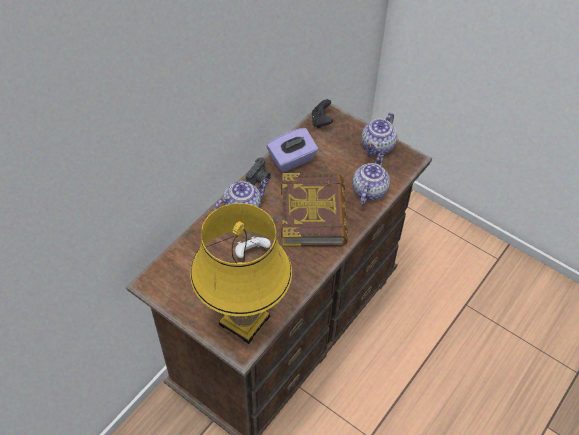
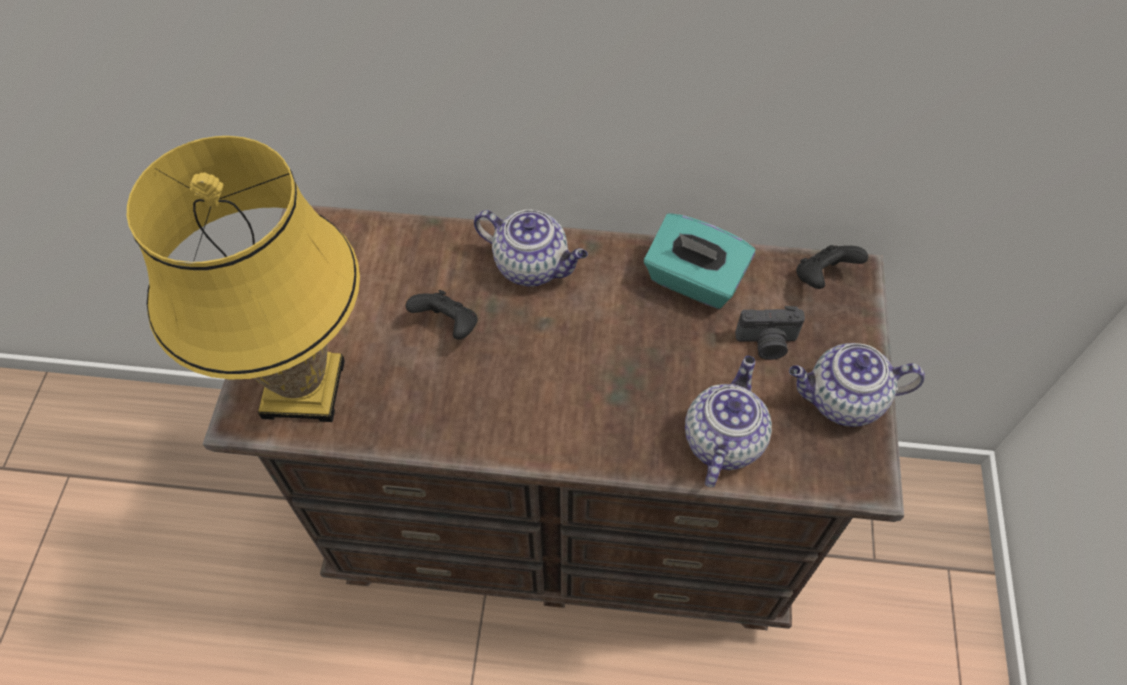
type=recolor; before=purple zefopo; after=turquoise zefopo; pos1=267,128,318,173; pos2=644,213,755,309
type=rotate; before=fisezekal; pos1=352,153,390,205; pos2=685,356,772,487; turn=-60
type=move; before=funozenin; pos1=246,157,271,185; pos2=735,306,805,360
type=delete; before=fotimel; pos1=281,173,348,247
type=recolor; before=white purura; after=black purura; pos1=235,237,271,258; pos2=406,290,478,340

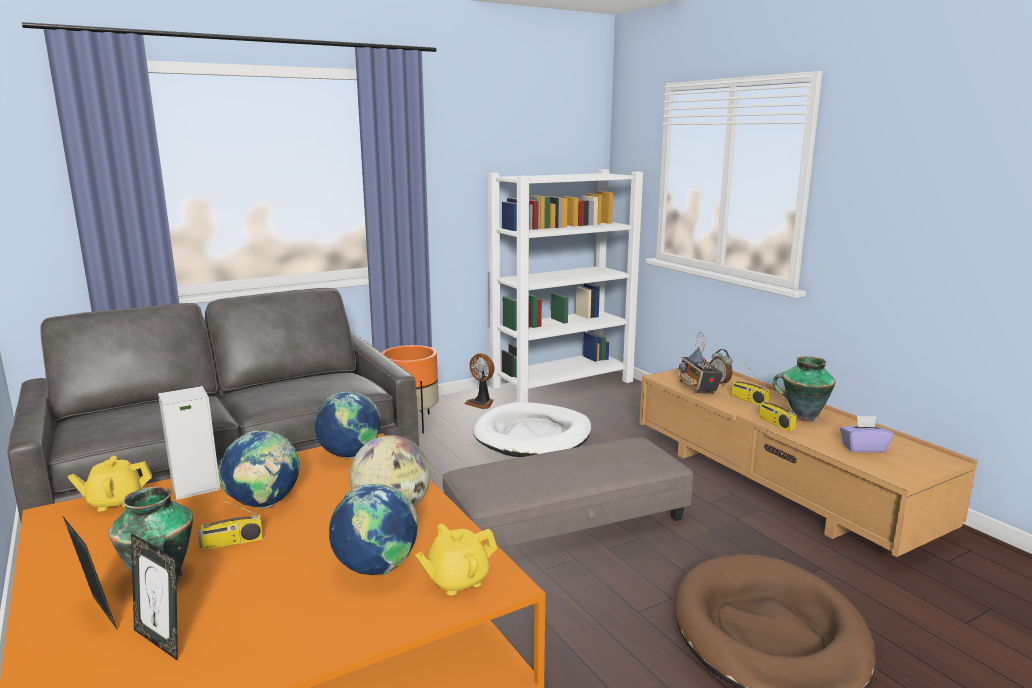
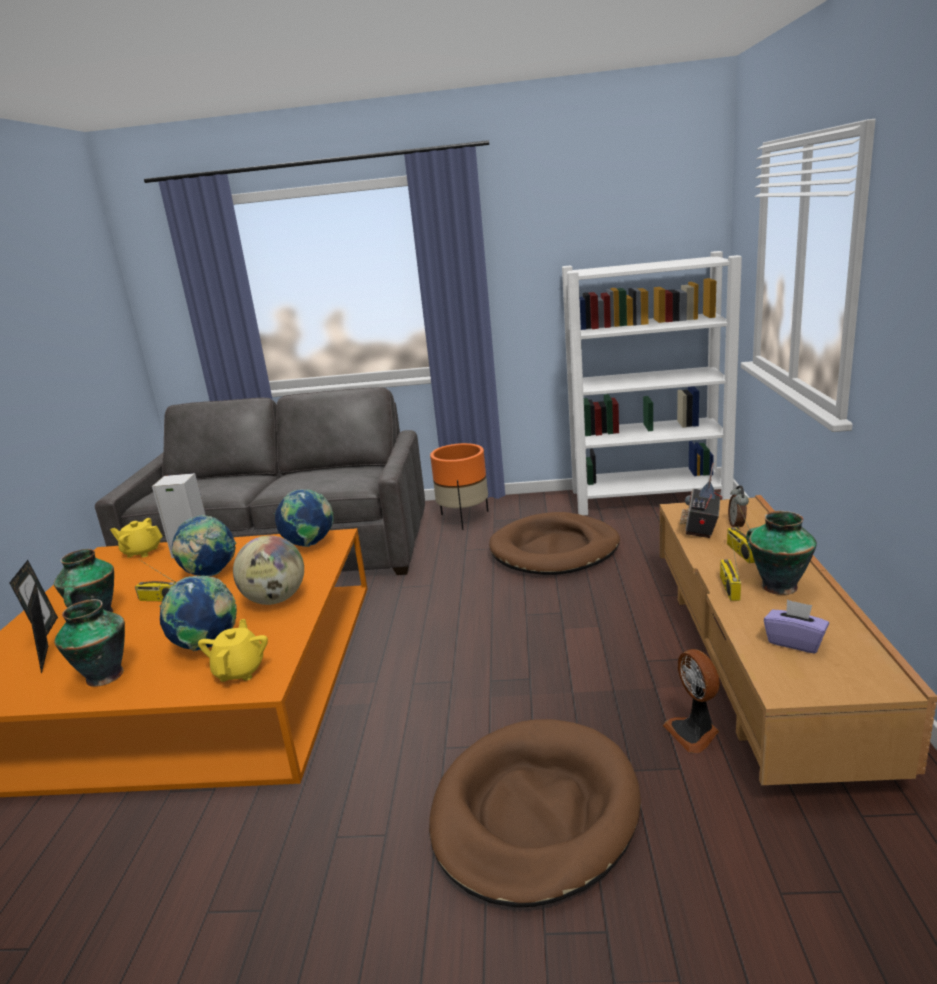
type=move; before=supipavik; pos1=464,353,494,409; pos2=663,649,720,753
type=recolor; before=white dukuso; after=brown dukuso; pos1=473,402,591,457; pos2=489,512,620,575
type=delete; before=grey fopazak; pos1=443,437,693,548
type=rotate; before=yellow fisezekal; pos1=415,524,497,595; pos2=198,619,268,682; turn=90
type=insert; after=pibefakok; pos2=54,599,125,687

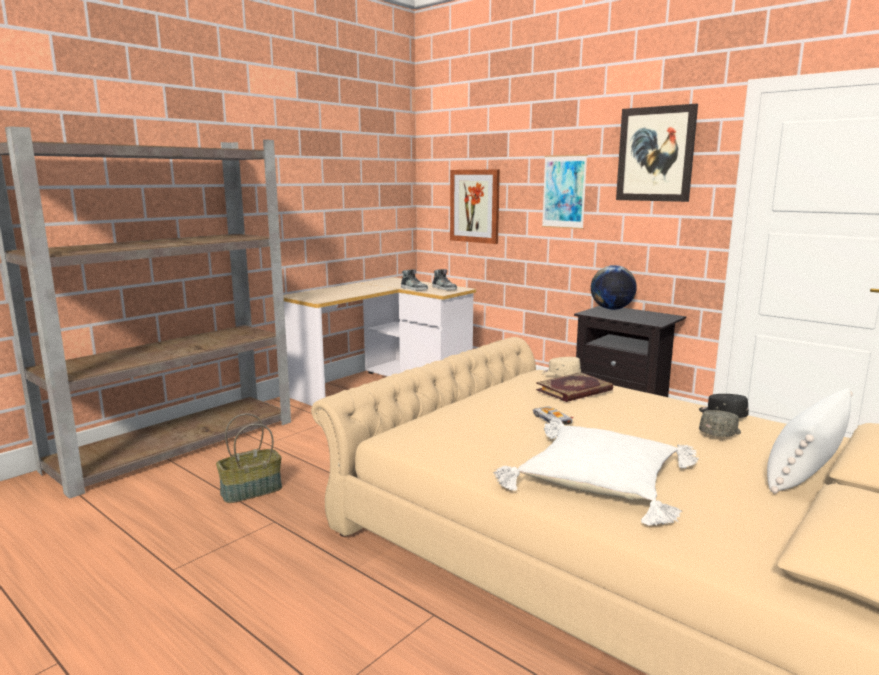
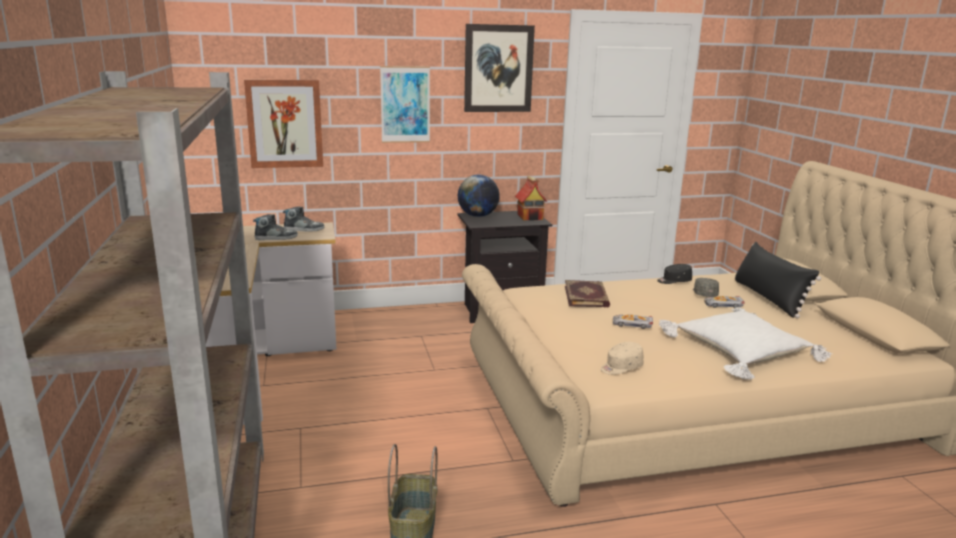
type=move; before=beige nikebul; pos1=542,357,581,376; pos2=600,342,644,375
type=recolor; before=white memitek; after=black memitek; pos1=767,388,853,494; pos2=735,242,821,318
type=insert; after=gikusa; pos2=515,176,547,221
type=insert; after=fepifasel; pos2=704,296,745,308

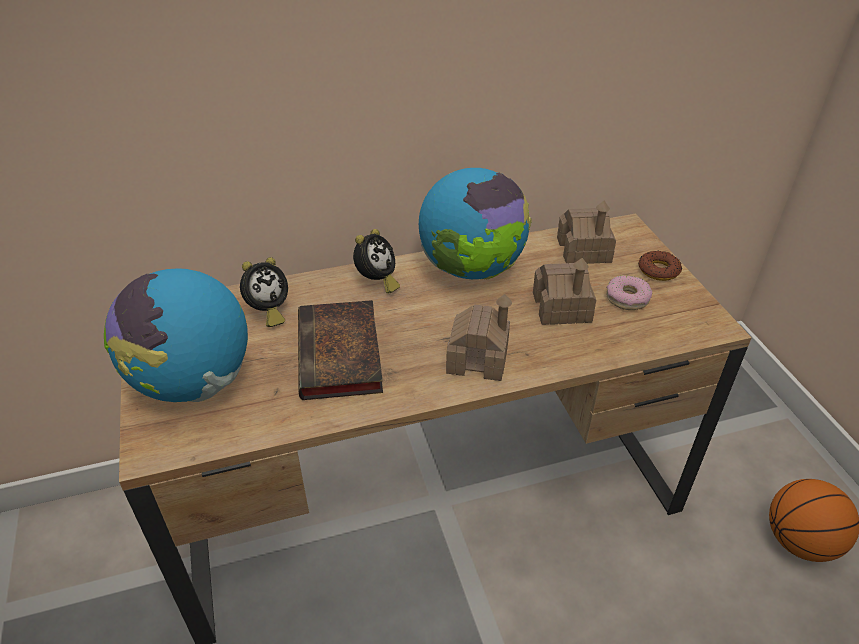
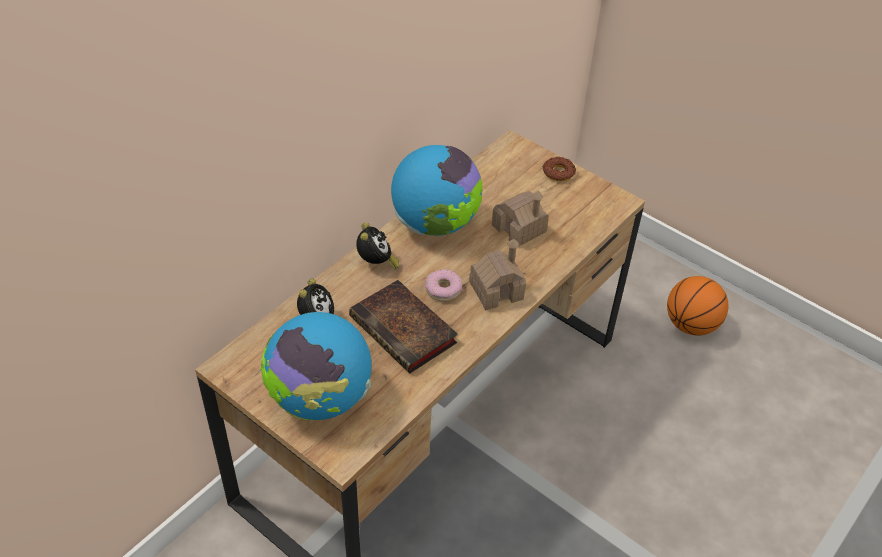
type=delete; before=gikusa; pos1=557,201,616,264
type=move; before=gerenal; pos1=606,275,652,310; pos2=425,269,462,301

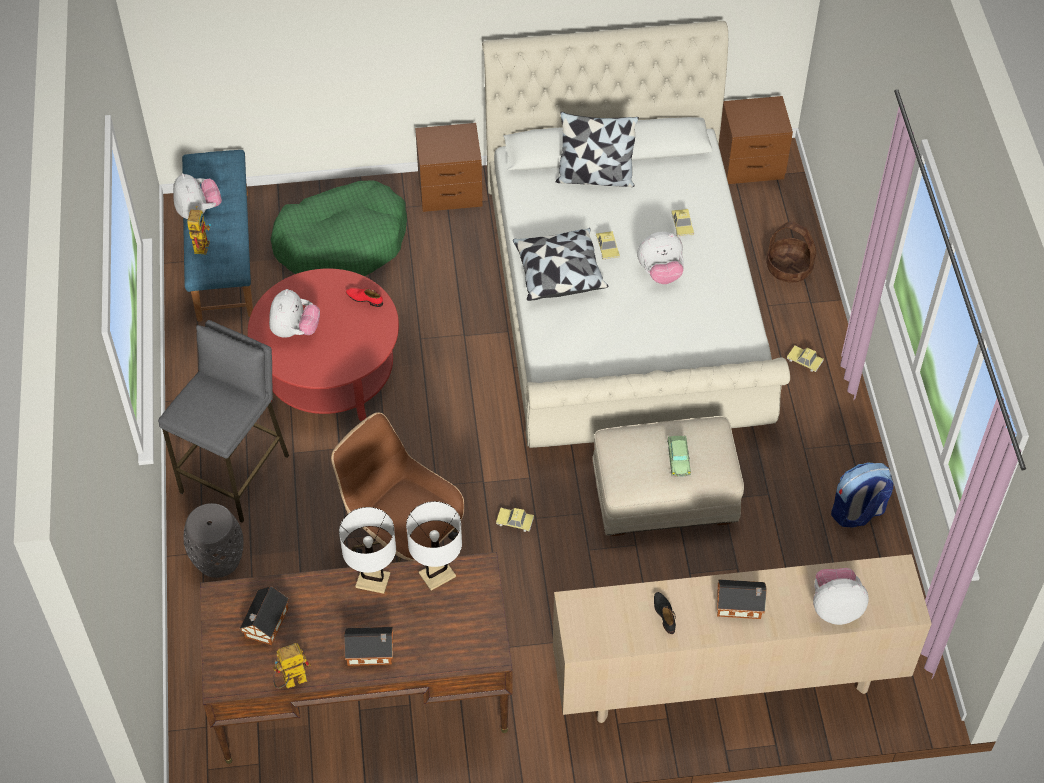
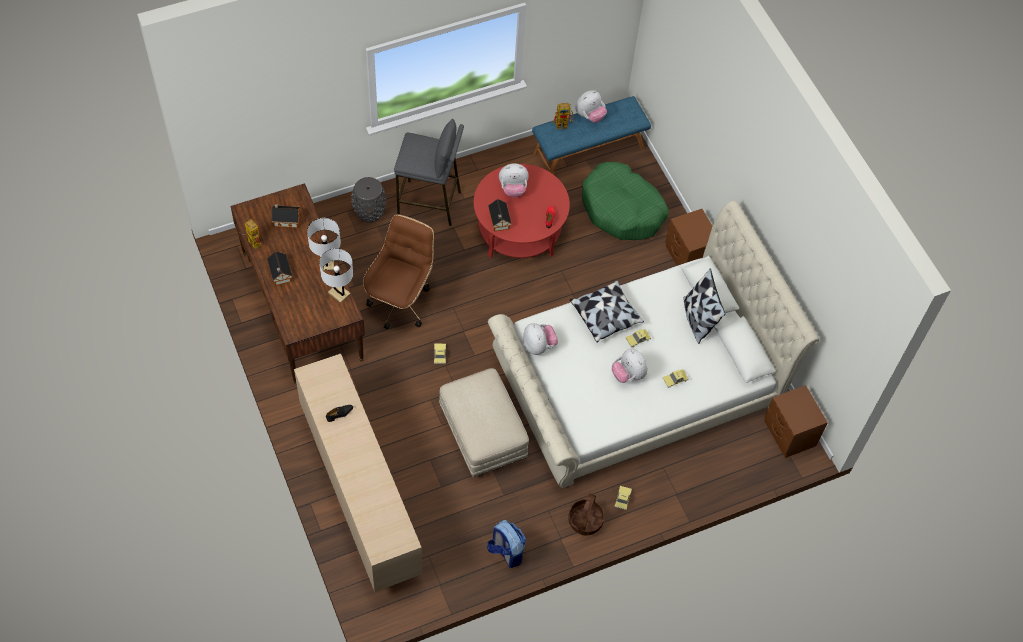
type=move; before=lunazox; pos1=766,221,816,283; pos2=568,494,604,535
type=delete; before=fepifasel; pos1=667,435,691,477
type=move; before=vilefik; pos1=813,568,869,625; pos2=523,323,558,355
type=move; before=gikusa; pos1=717,579,767,619; pos2=488,199,512,232

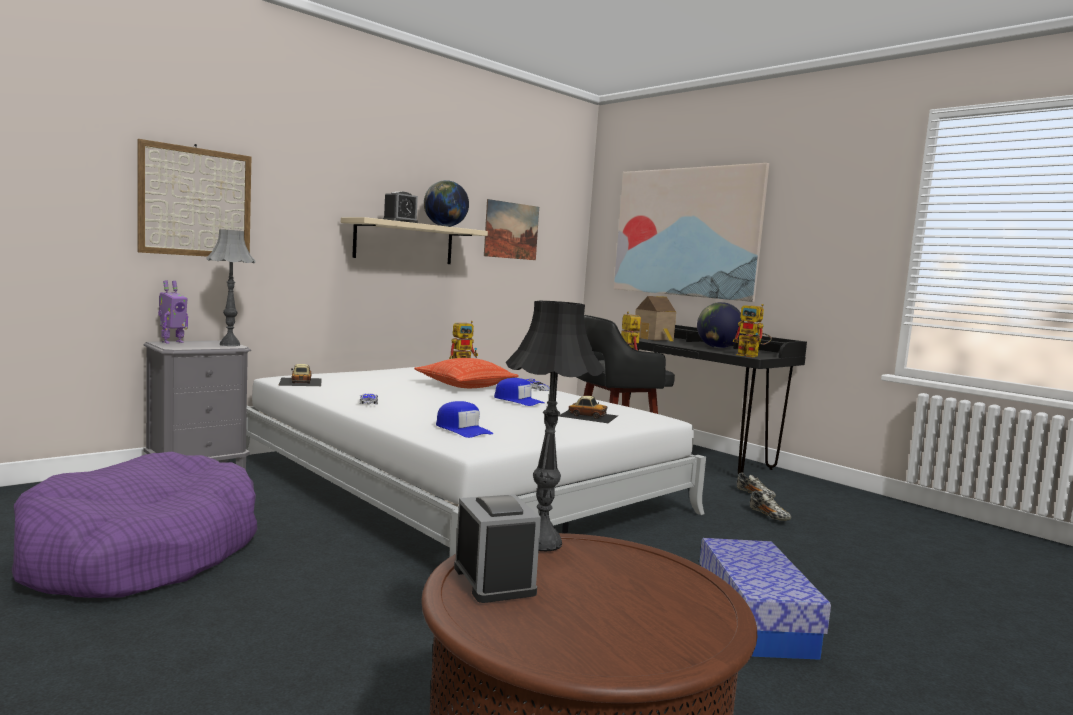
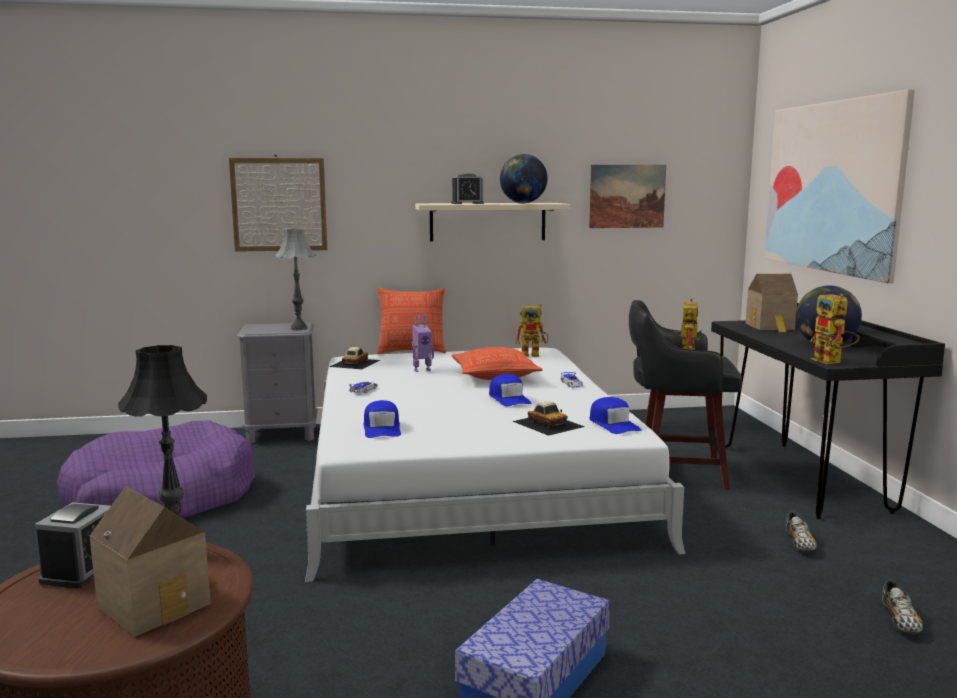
type=move; before=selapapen; pos1=158,281,188,344; pos2=412,315,434,372
type=move; before=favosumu; pos1=750,491,791,521; pos2=882,580,923,634
type=insert; after=orange memitek; pos2=377,288,446,354
type=insert; after=blue nikebul; pos2=590,397,642,434
type=insert; after=gikusa; pos2=89,486,218,637

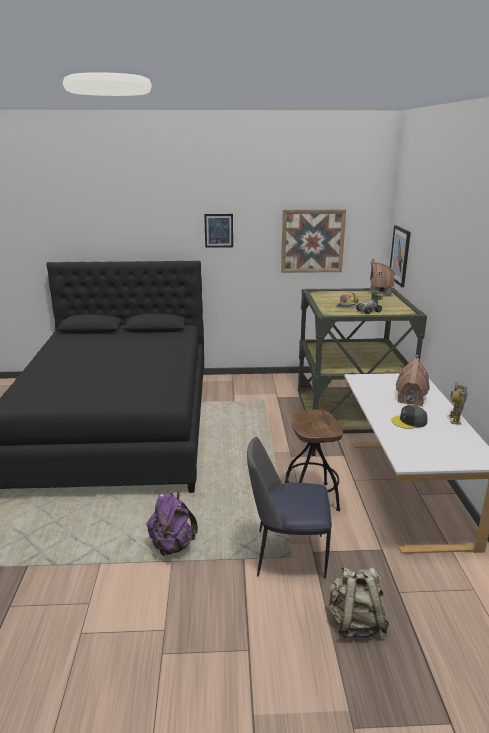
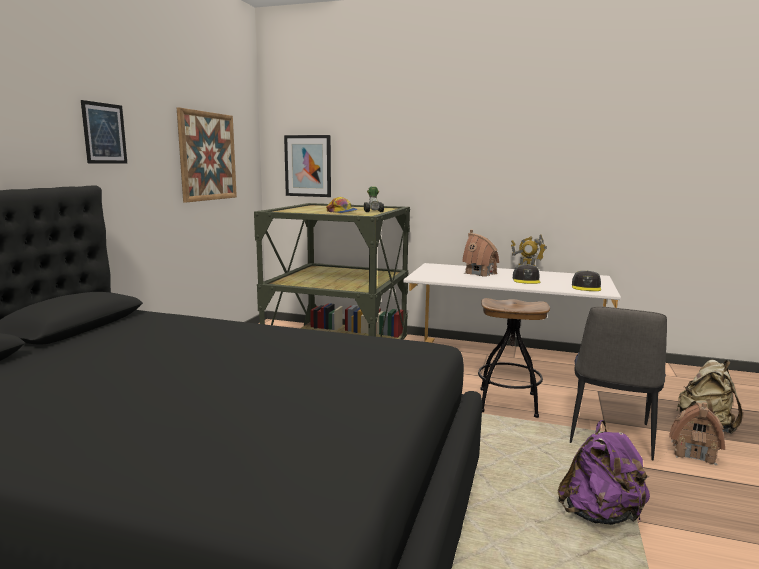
type=move; before=gikusa; pos1=369,259,395,295; pos2=669,402,725,465
type=insert; after=grey nikebul; pos2=572,271,601,291

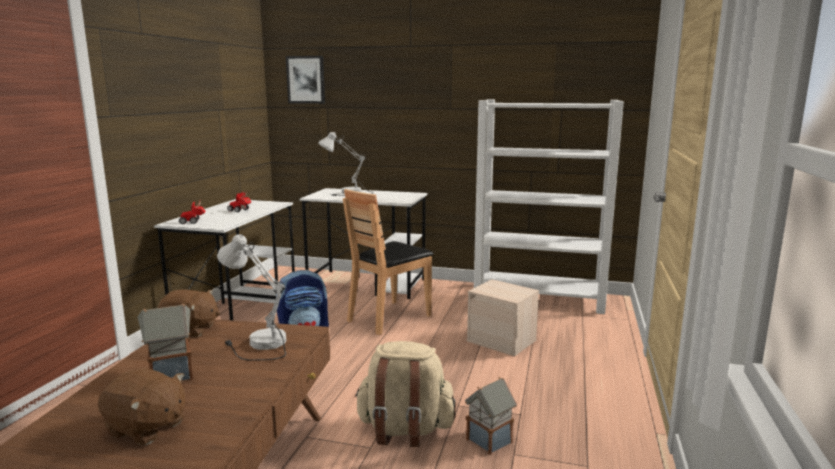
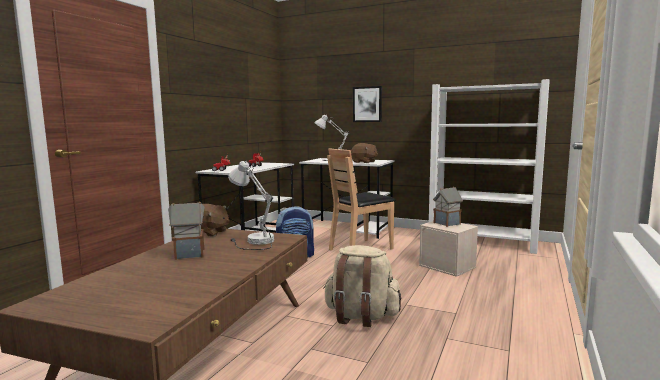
type=move; before=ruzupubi; pos1=286,56,325,104; pos2=353,86,382,122
type=move; before=brown vilefik; pos1=98,369,185,446; pos2=351,143,378,163
type=move; before=gikusa; pos1=465,377,517,455; pos2=433,187,463,227

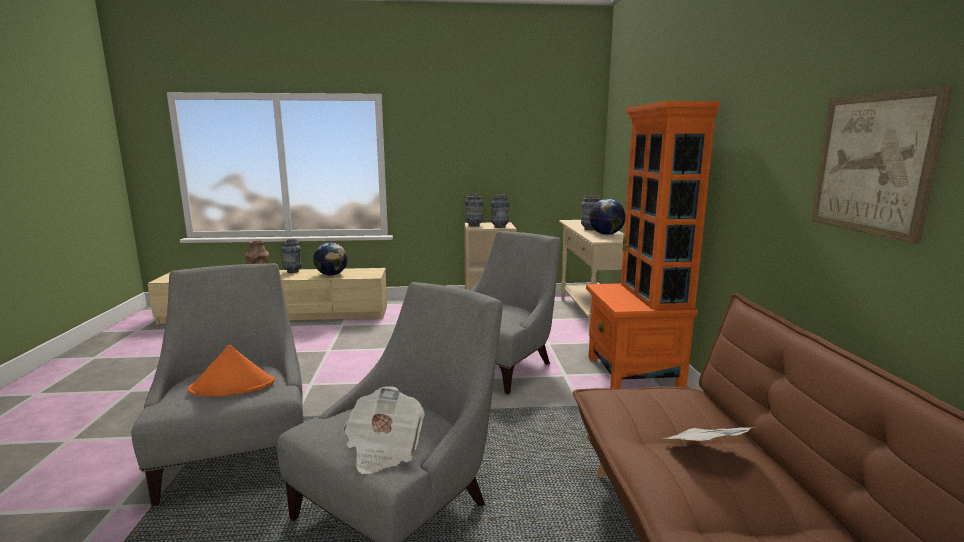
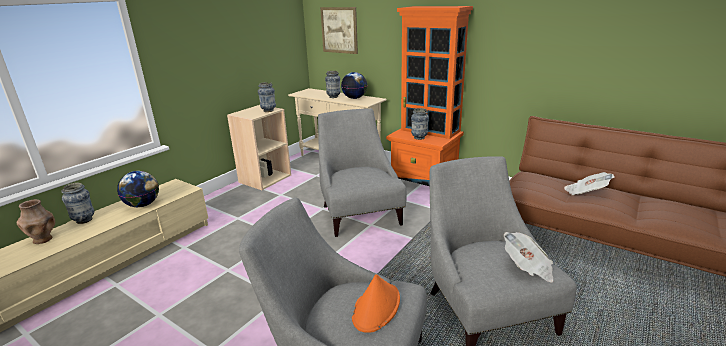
type=move; before=ruzupubi; pos1=811,85,953,244; pos2=320,7,358,54
type=move; before=pibefakok; pos1=465,193,483,227; pos2=411,108,429,140

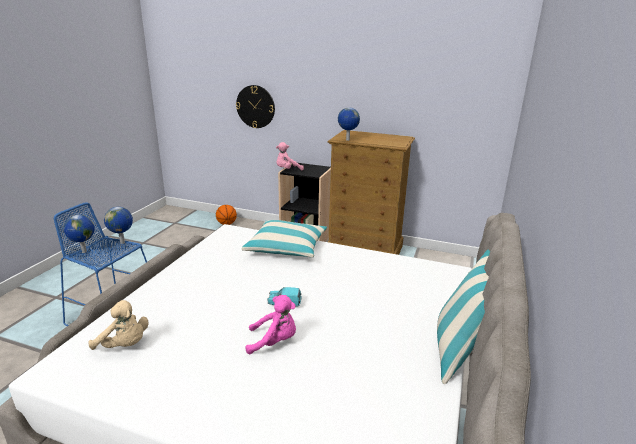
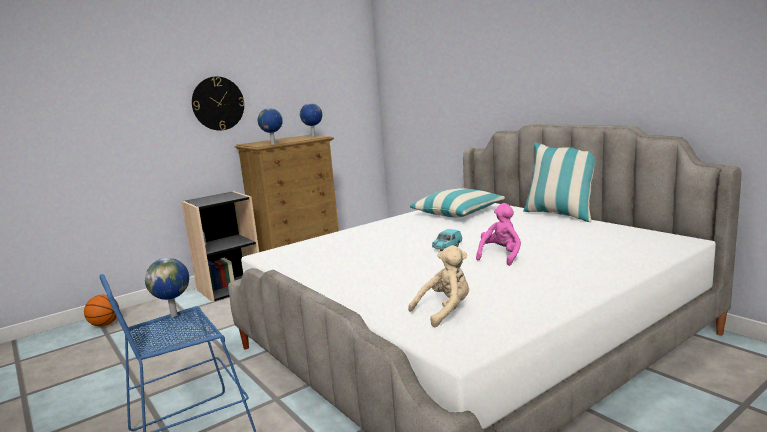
type=move; before=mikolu; pos1=236,85,275,128; pos2=192,77,245,130
type=delete; before=pink vilefik; pos1=276,142,304,170
type=move; before=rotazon; pos1=63,215,95,253; pos2=300,103,322,137
type=move; before=memitek; pos1=241,220,327,258; pos2=410,188,505,218

